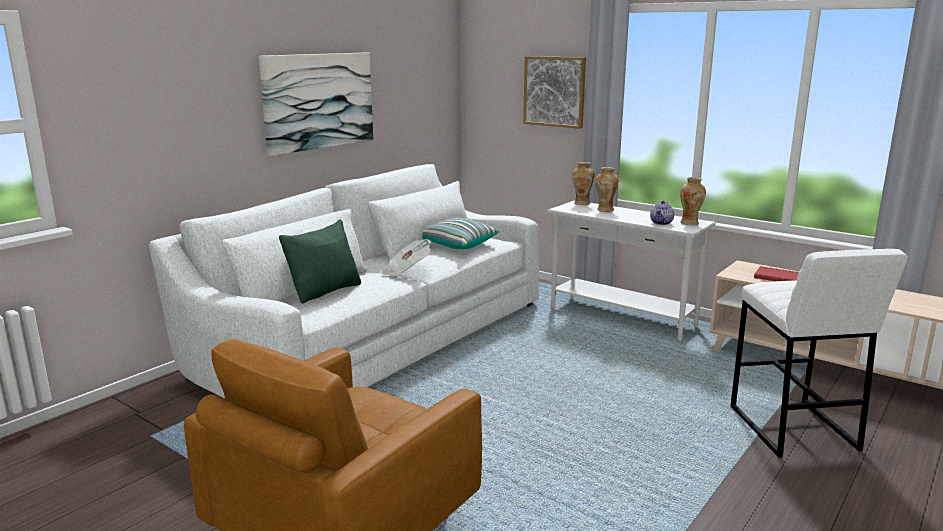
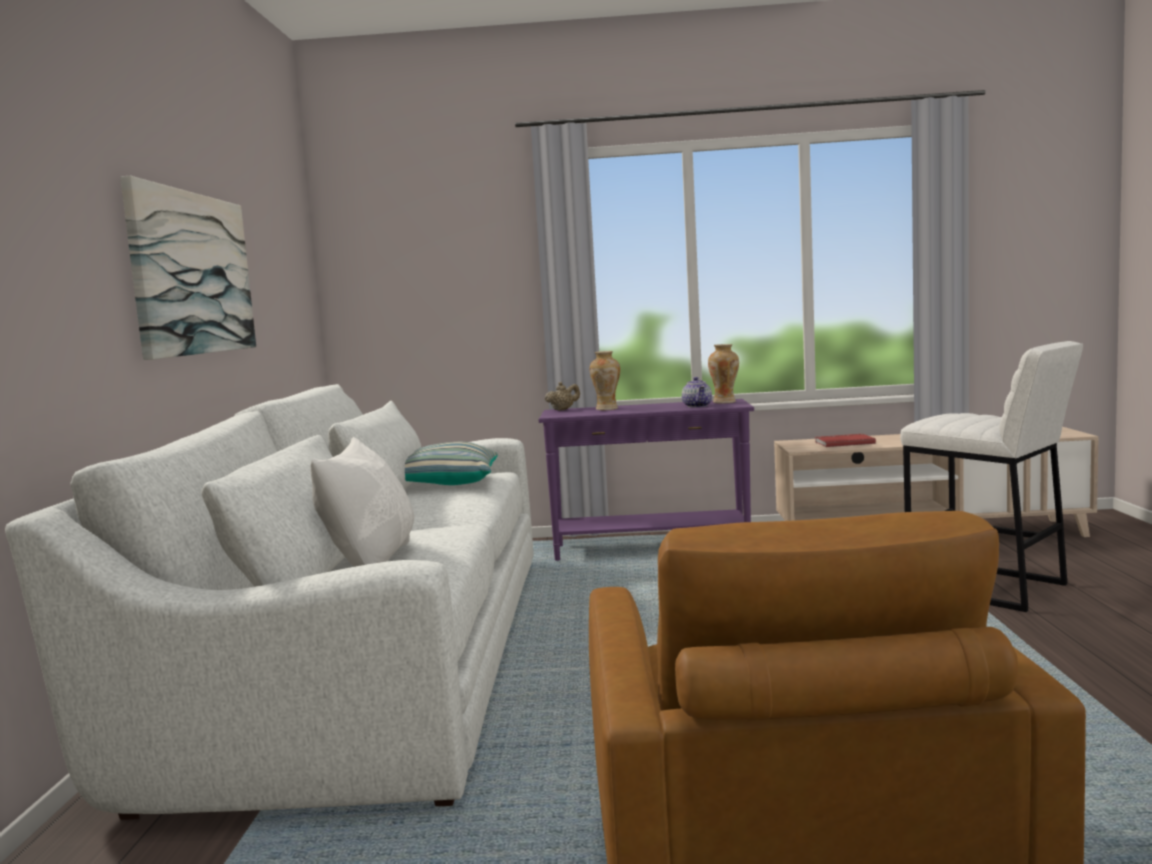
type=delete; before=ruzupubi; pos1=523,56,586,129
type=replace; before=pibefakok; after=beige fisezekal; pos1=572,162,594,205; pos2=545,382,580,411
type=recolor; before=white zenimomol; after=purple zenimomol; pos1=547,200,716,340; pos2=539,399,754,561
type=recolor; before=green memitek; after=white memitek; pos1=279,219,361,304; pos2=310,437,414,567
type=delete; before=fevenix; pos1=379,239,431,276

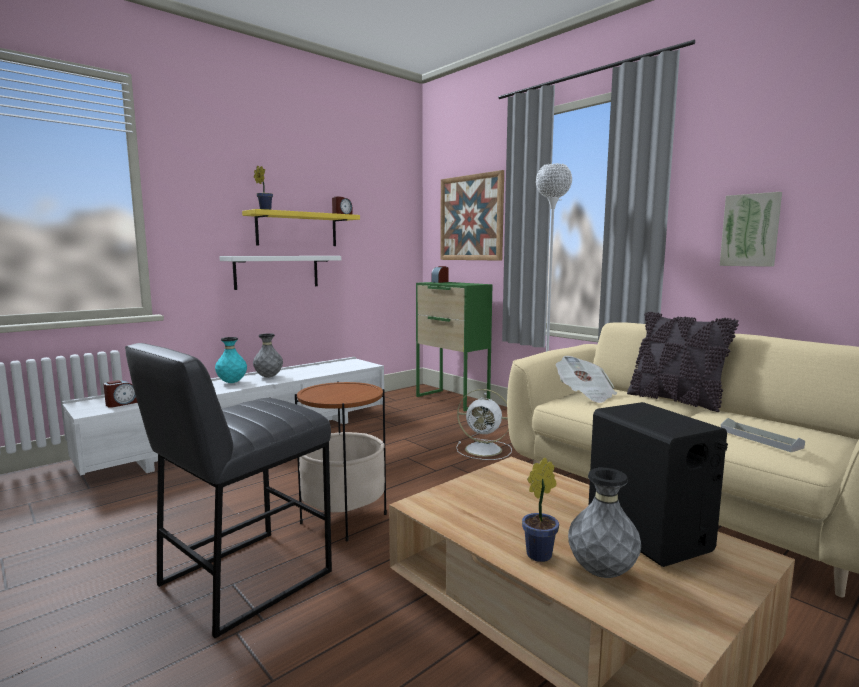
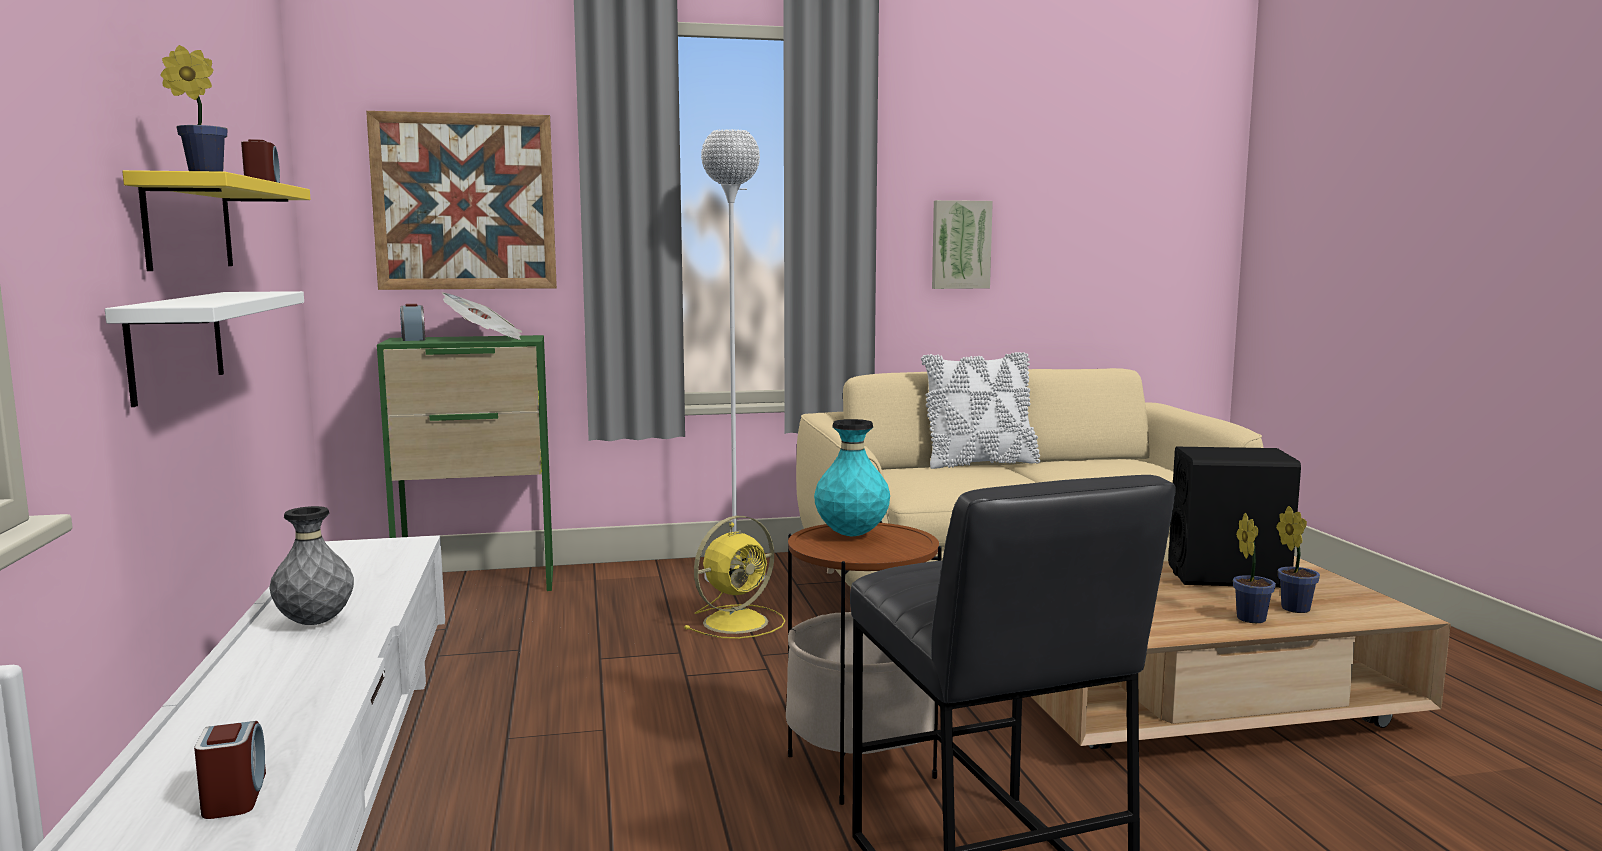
type=recolor; before=black memitek; after=white memitek; pos1=627,312,739,412; pos2=921,352,1040,469
type=move; before=turquoise pibefakok; pos1=215,337,247,383; pos2=814,419,890,536
type=move; before=fevenix; pos1=556,356,617,403; pos2=442,292,522,340
type=recolor; before=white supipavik; after=yellow supipavik; pos1=456,389,512,460; pos2=684,516,785,639
type=delete; before=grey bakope; pos1=721,418,805,452
type=replace; before=grey pibefakok; after=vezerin; pos1=568,468,641,578; pos2=1276,506,1320,613

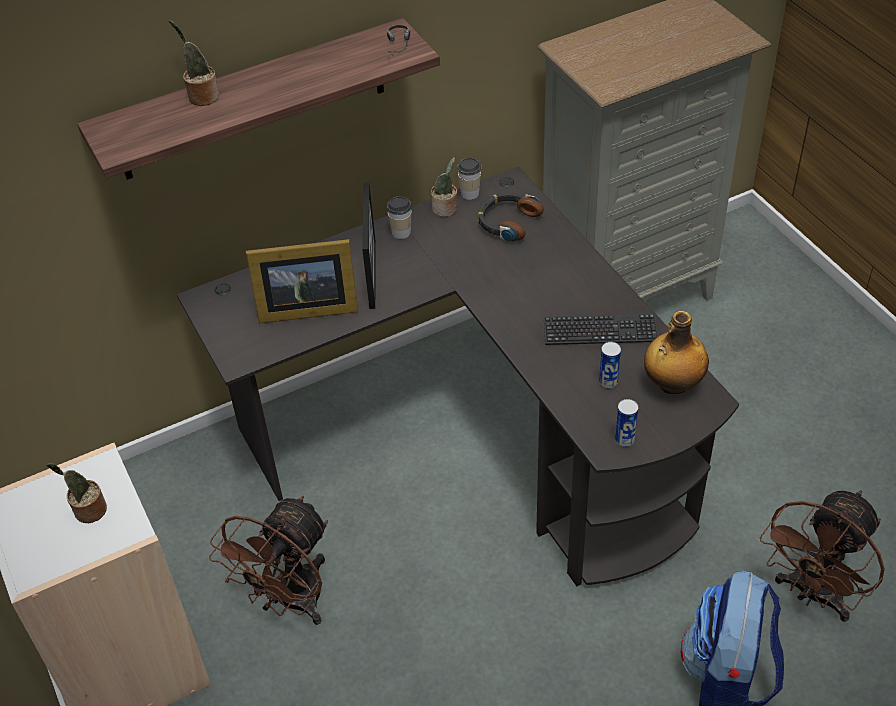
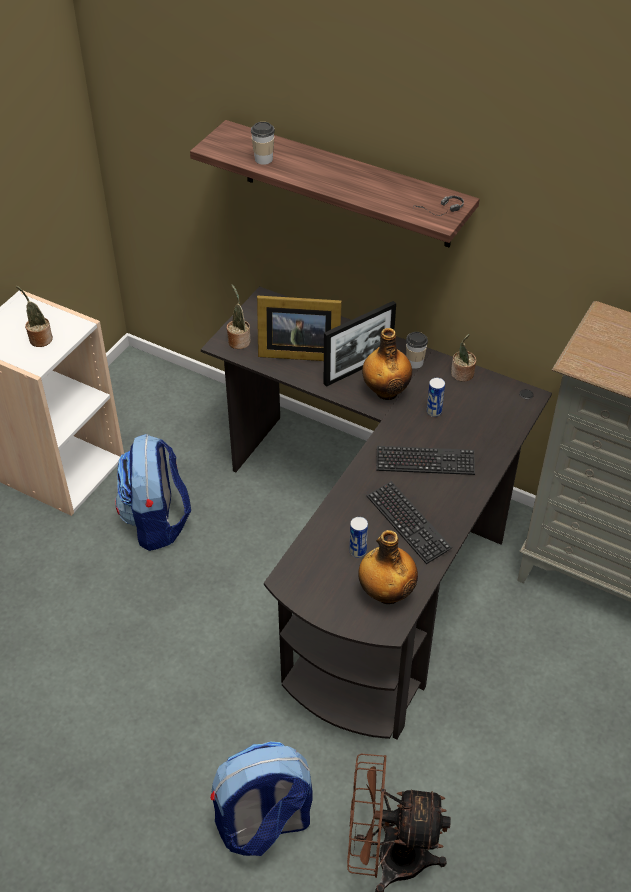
type=move; before=vezerin; pos1=168,20,219,106; pos2=227,284,251,349
type=move; before=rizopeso; pos1=457,158,482,200; pos2=251,122,275,165
type=delete; before=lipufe; pos1=478,193,544,242
type=rotate; before=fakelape; pos1=246,239,358,323; pos2=257,295,342,361; turn=-45
type=move; before=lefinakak; pos1=615,399,638,447; pos2=427,378,445,417
type=replace; before=brown supipavik; after=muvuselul; pos1=209,496,328,625; pos2=115,434,191,551
type=insert; after=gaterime; pos2=362,328,412,400
type=insert; after=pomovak; pos2=376,446,475,475

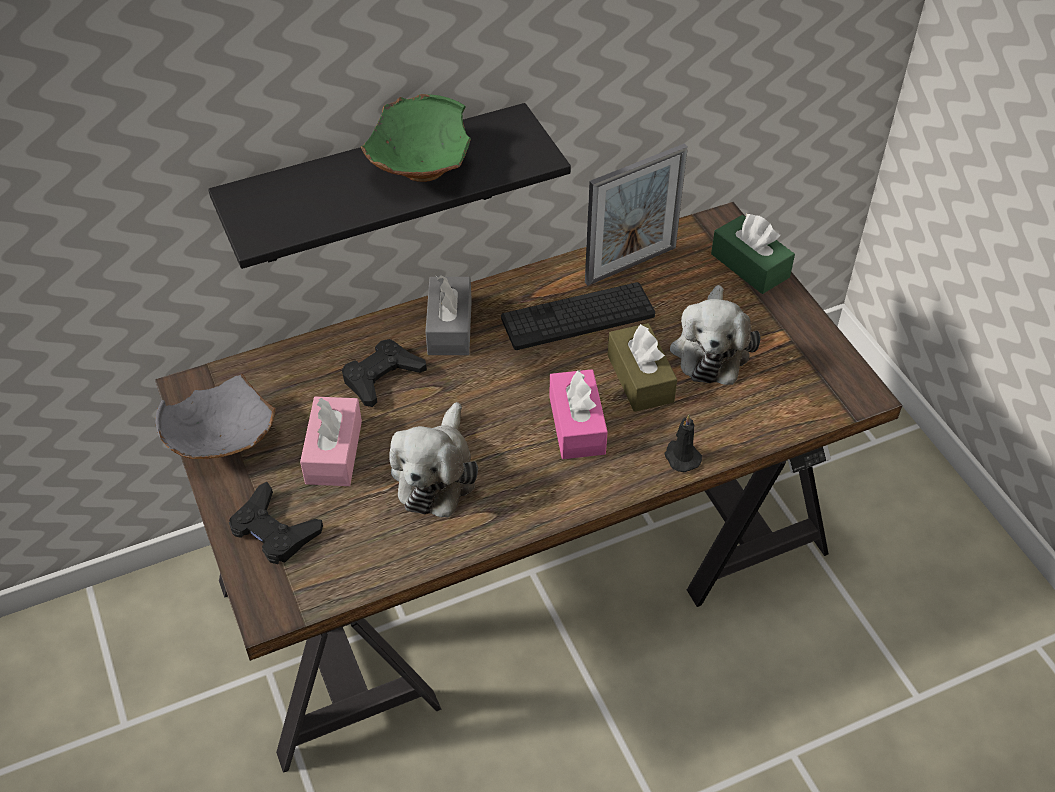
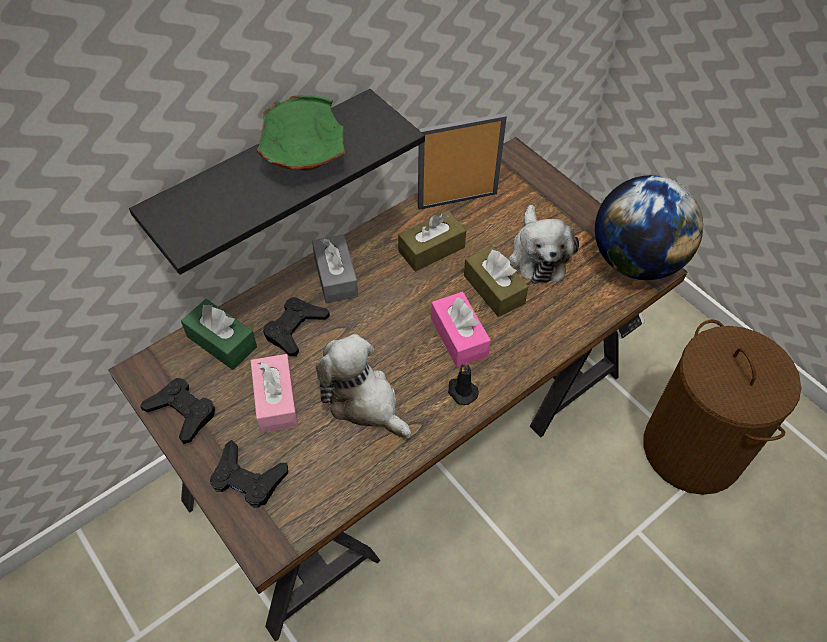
type=rotate; before=fakelape; pos1=585,144,688,286; pos2=418,113,507,210; turn=-150
type=move; before=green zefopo; pos1=711,213,795,294; pos2=181,299,257,370
type=replace; before=pomovak; after=brown zefopo; pos1=501,282,655,350; pos2=398,211,466,272
type=replace; before=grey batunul; after=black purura; pos1=155,374,276,459; pos2=140,378,215,444
type=rotate; before=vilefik; pos1=389,402,478,518; pos2=316,334,411,439; turn=135
type=move; before=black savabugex; pos1=664,414,702,472; pos2=448,363,479,405
type=insert; after=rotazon; pos2=595,175,703,280
type=insert; after=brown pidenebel; pos2=643,320,801,495

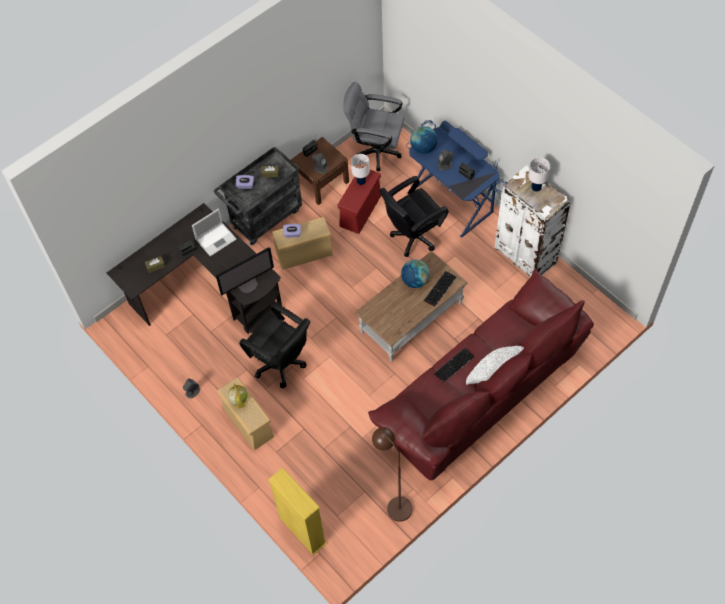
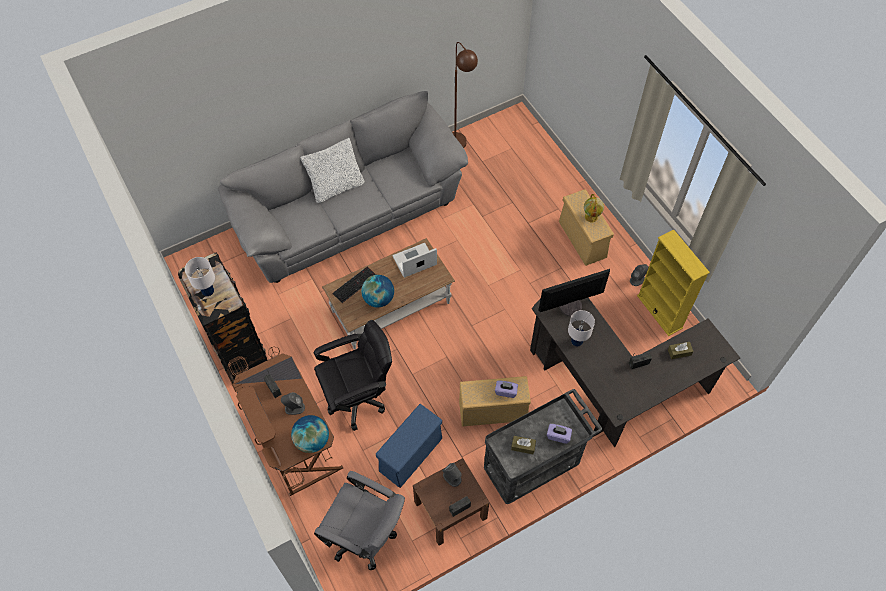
type=recolor; before=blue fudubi; after=brown fudubi; pos1=409,120,505,238; pos2=228,347,343,496
type=move; before=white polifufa; pos1=351,154,370,185; pos2=568,310,595,346
type=recolor; before=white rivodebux; after=black rivodebux; pos1=495,165,570,277; pos2=178,253,267,384
type=recolor; before=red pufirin; after=blue pufirin; pos1=338,167,381,234; pos2=376,404,442,488
type=move; before=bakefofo; pos1=192,208,237,256; pos2=392,243,437,278
type=recolor; before=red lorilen; after=grey lorilen; pos1=368,269,594,480; pos2=218,91,468,283
type=delete; before=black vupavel; pos1=239,303,310,388
type=delete; before=pomovak; pos1=434,348,474,383
type=move; before=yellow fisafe; pos1=268,468,327,555; pos2=637,230,710,336

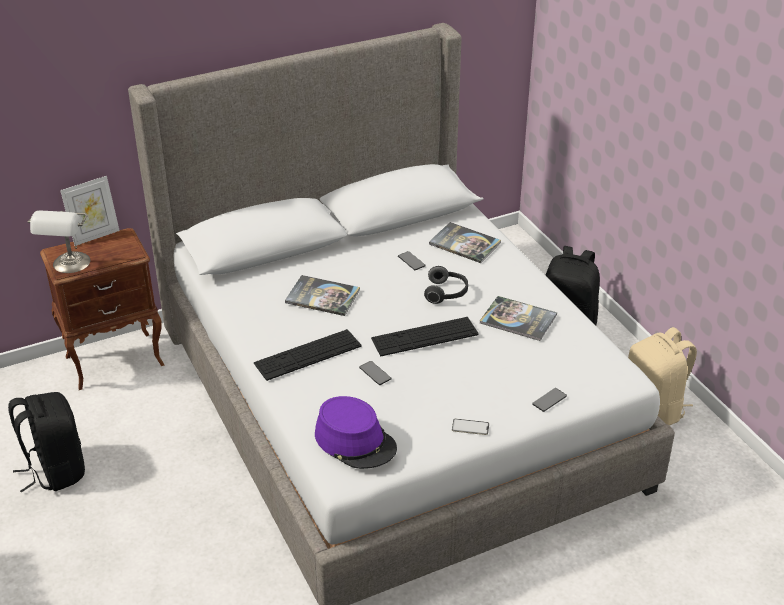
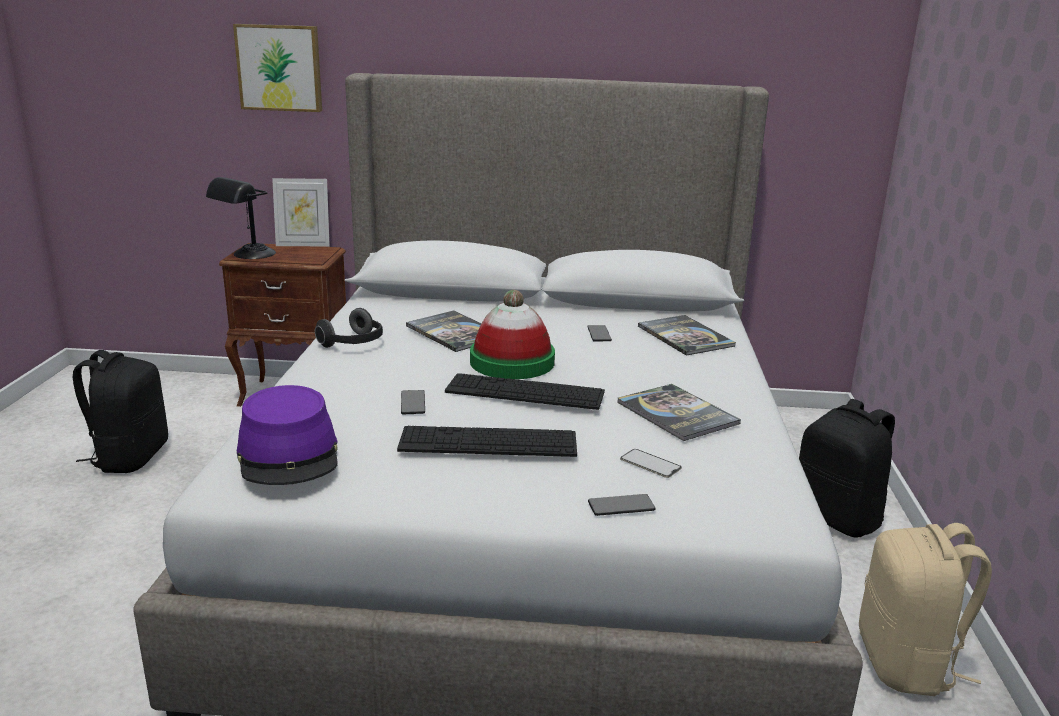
type=recolor; before=white polifufa; after=black polifufa; pos1=28,210,91,273; pos2=206,177,276,259
type=move; before=lipufe; pos1=424,266,468,304; pos2=315,308,383,348
type=move; before=pomovak; pos1=254,329,361,381; pos2=397,426,577,457
type=move; before=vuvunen; pos1=452,419,489,435; pos2=620,449,682,478
type=insert; after=ruzupubi; pos2=233,24,322,112
type=insert; after=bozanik; pos2=470,290,555,379

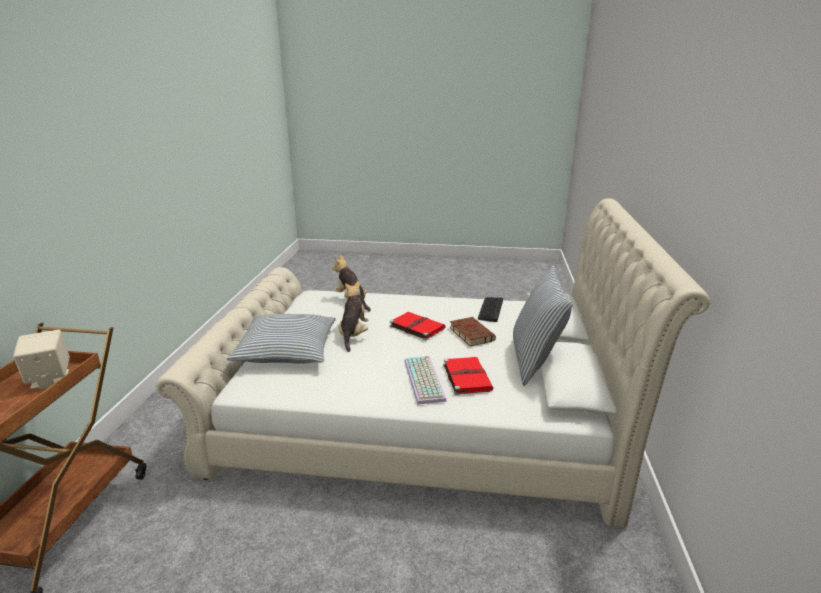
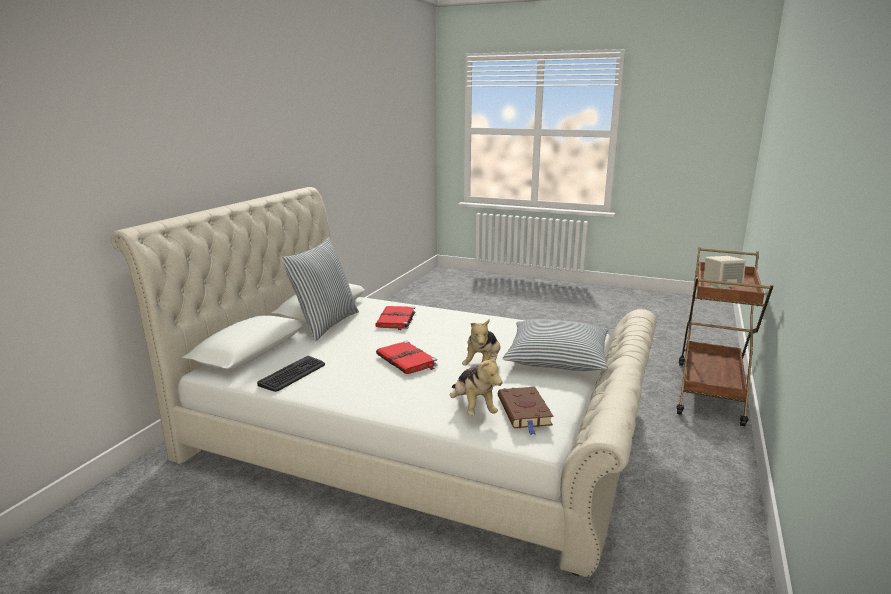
type=move; before=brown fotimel; pos1=449,317,496,346; pos2=498,387,553,435
type=delete; before=pomovak; pos1=404,356,447,405

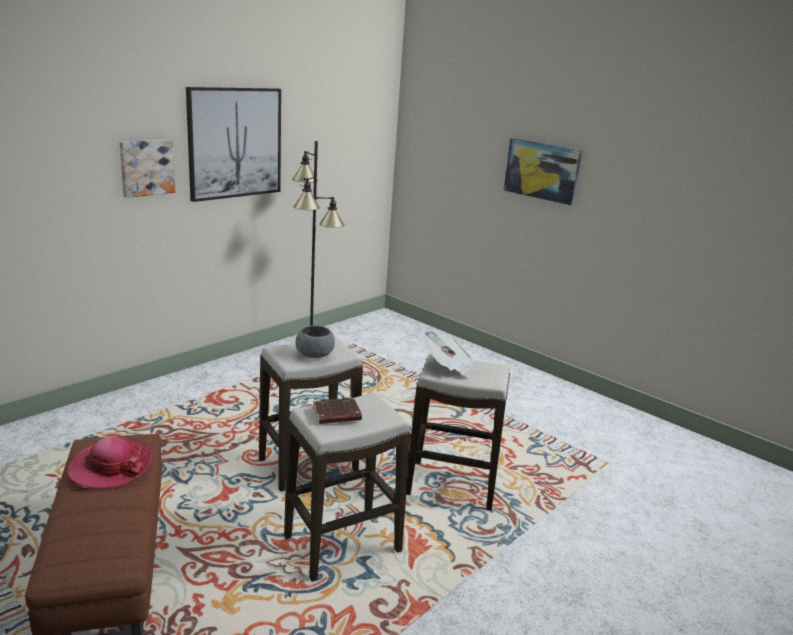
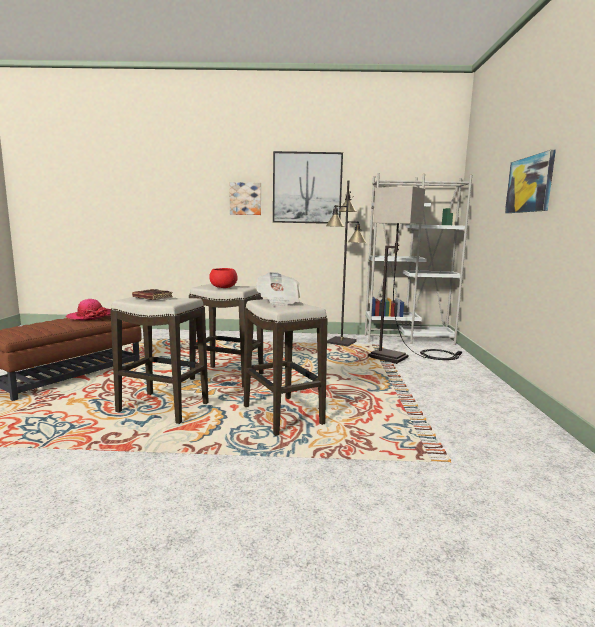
type=recolor; before=grey batunul; after=red batunul; pos1=295,325,335,358; pos2=209,268,238,288
type=insert; after=white fisafe; pos2=365,173,472,345
type=insert; after=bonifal; pos2=368,186,462,364

